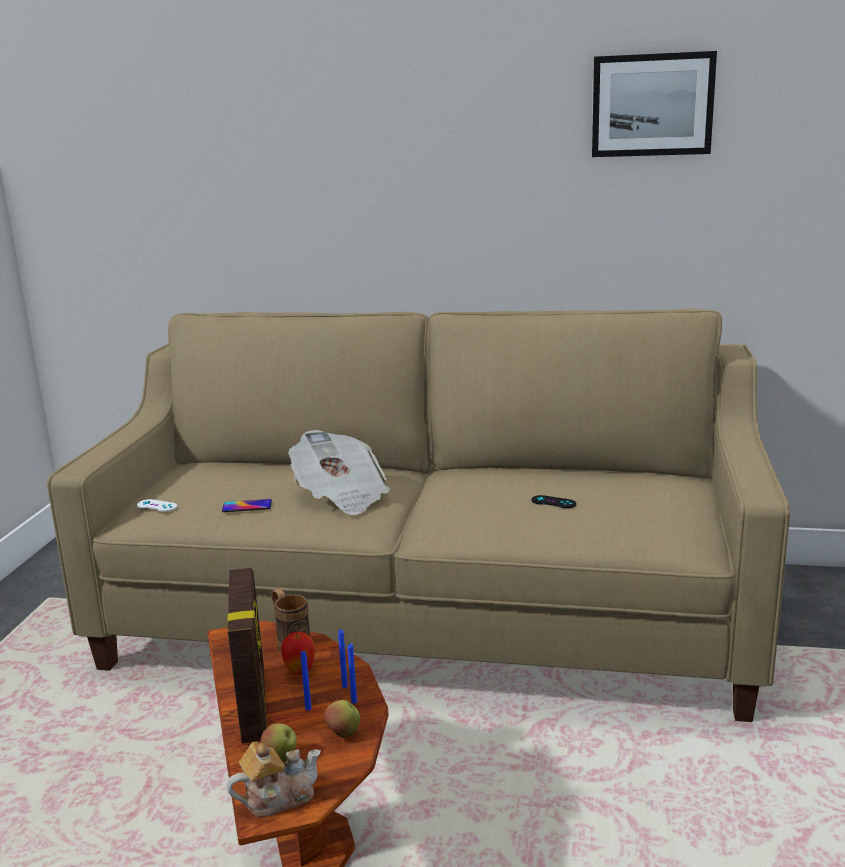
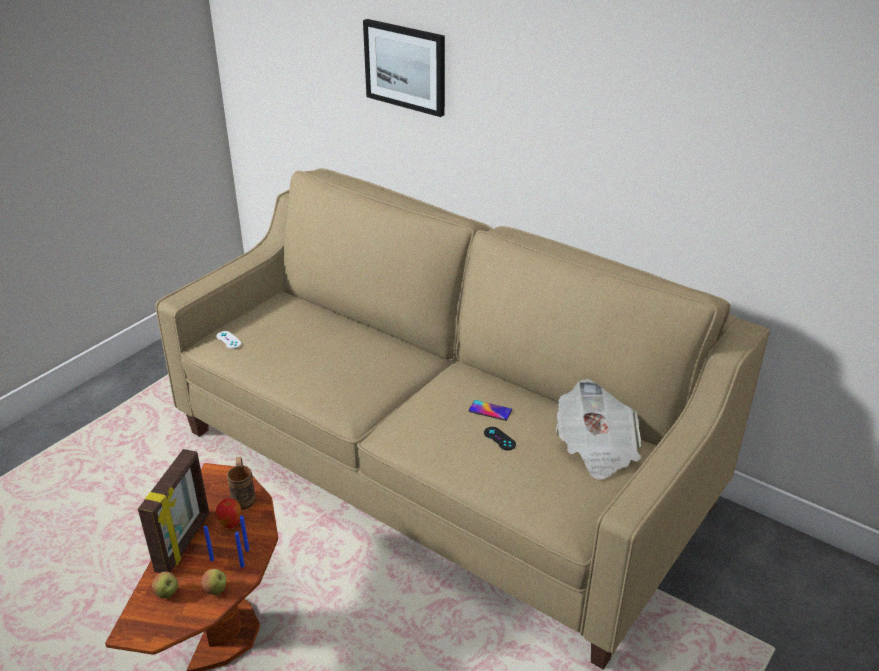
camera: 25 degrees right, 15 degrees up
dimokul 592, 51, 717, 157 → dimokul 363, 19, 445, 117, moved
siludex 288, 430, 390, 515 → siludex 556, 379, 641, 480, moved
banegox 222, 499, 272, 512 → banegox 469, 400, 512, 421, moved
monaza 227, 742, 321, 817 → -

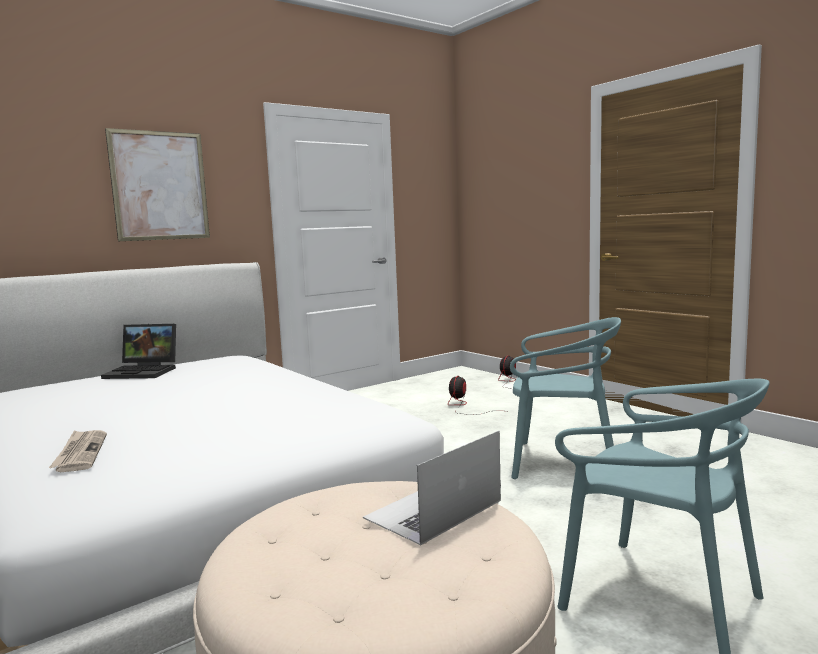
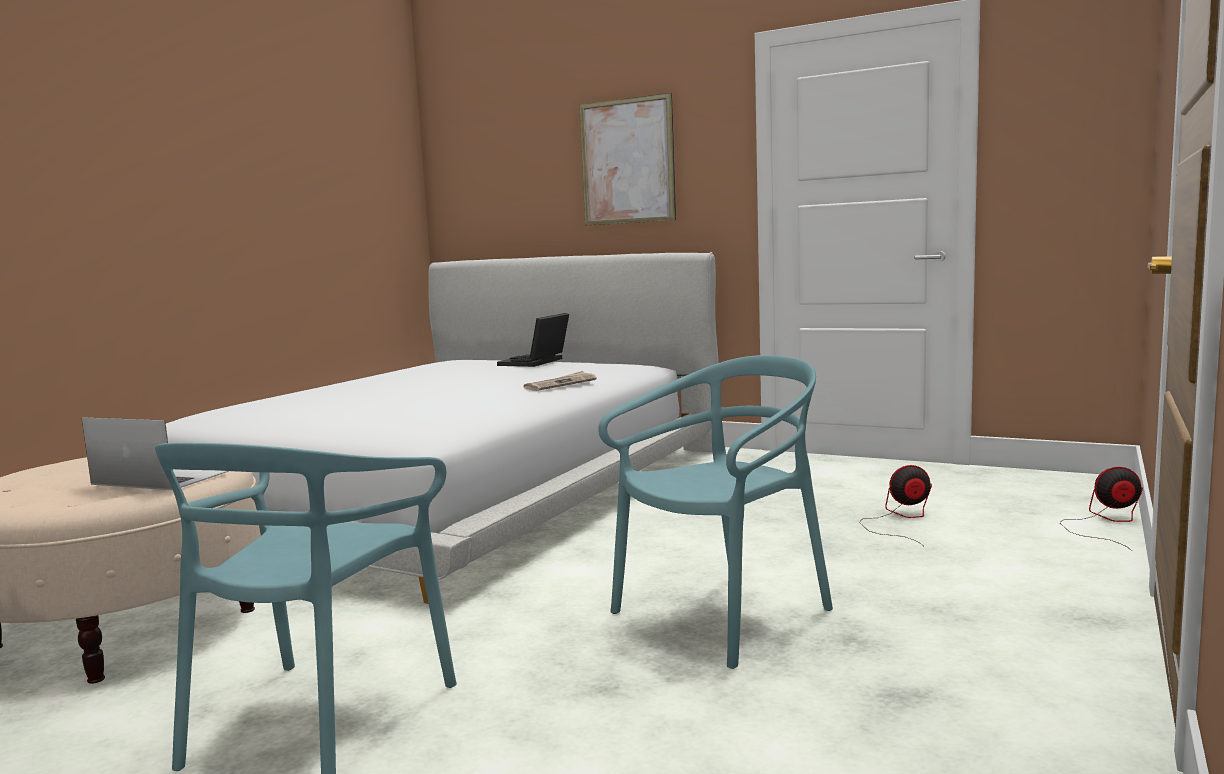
camera: 65 degrees right, 0 degrees up
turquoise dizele 510, 317, 621, 479 → turquoise dizele 598, 355, 833, 669, 120 degrees counterclockwise
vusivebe 101, 324, 176, 379 → vusivebe 497, 313, 569, 367, 45 degrees clockwise
siludex 49, 430, 107, 472 → siludex 523, 371, 597, 391, moved

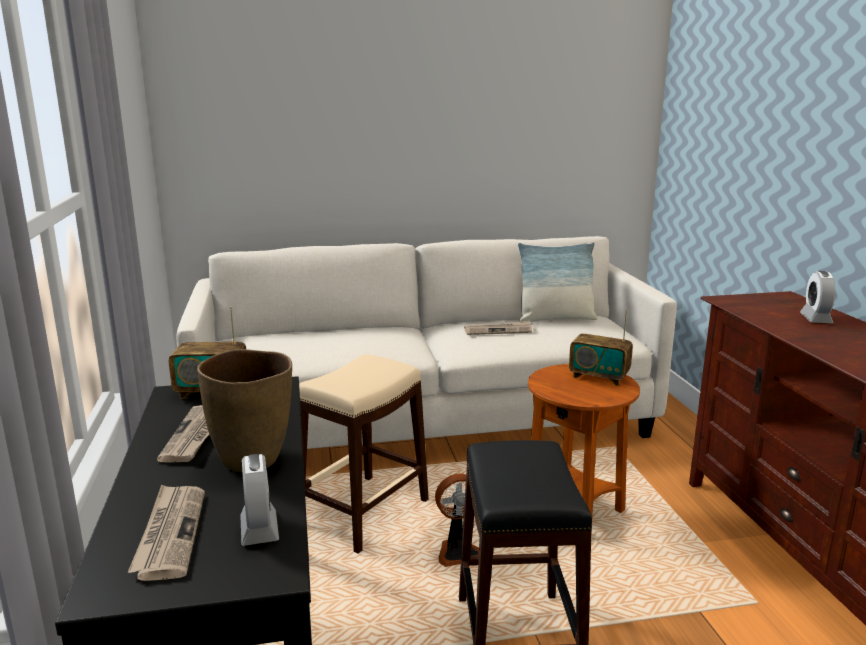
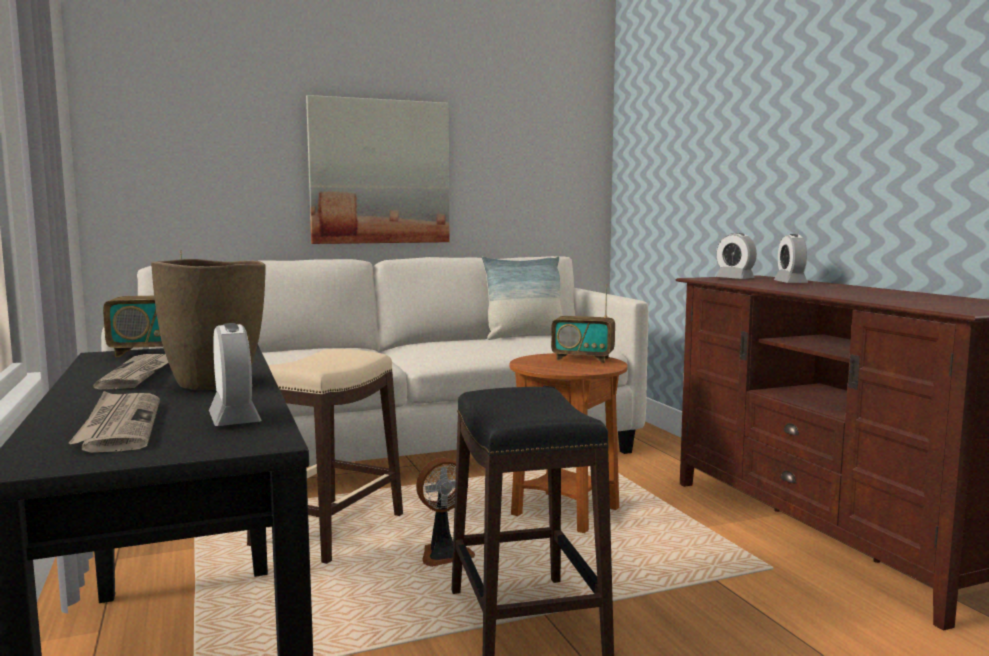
camera: 10 degrees left, 10 degrees down
siludex 464, 321, 532, 335 → -
- → dimokul 306, 95, 449, 244
- → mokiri 716, 233, 757, 279

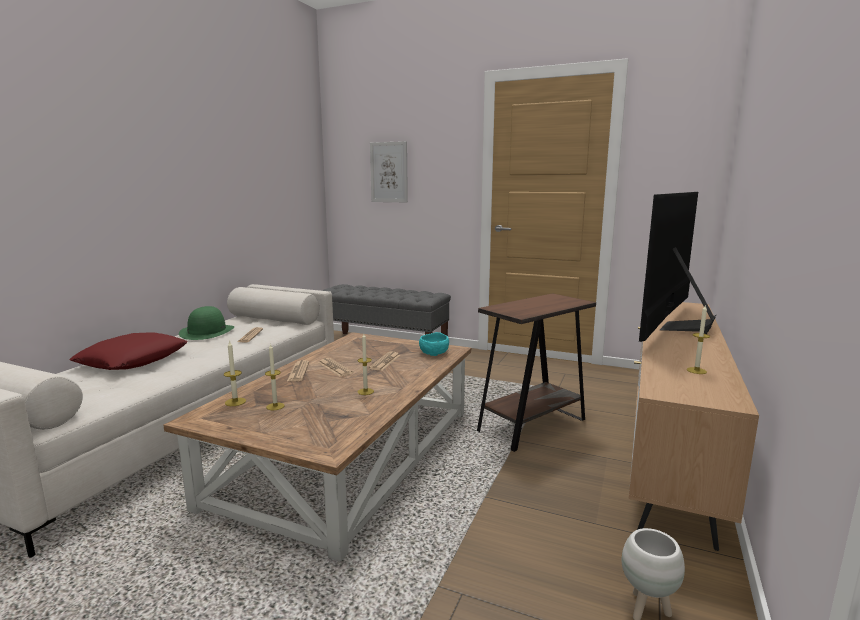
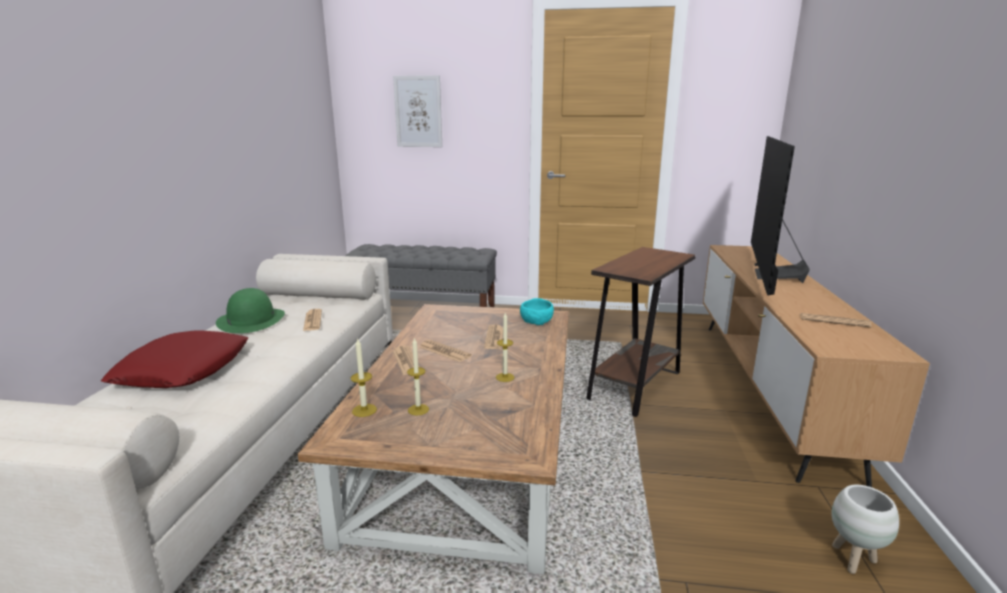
camera: 15 degrees left, 5 degrees up
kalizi 687, 304, 710, 374 → siludex 800, 313, 872, 328

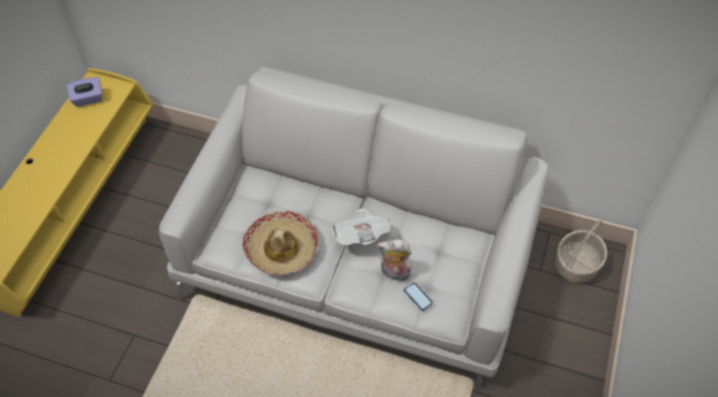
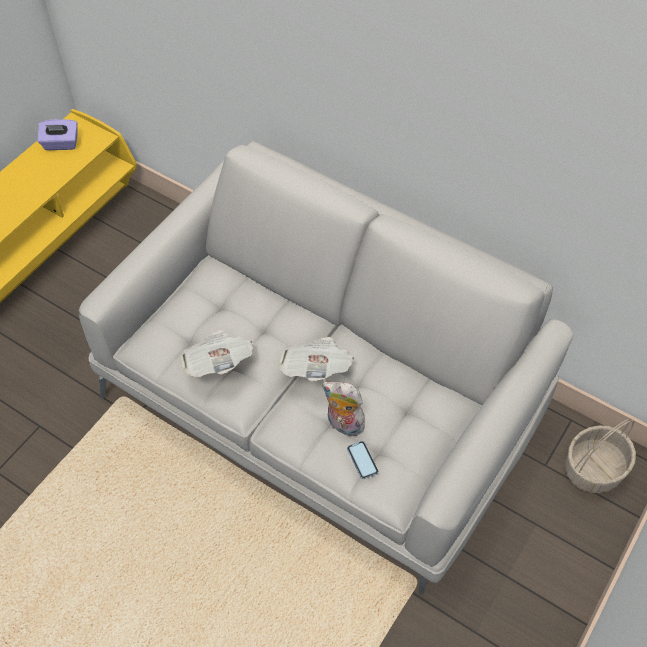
camera: 15 degrees right, 0 degrees up
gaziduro 243, 211, 319, 275 → siludex 181, 330, 253, 377

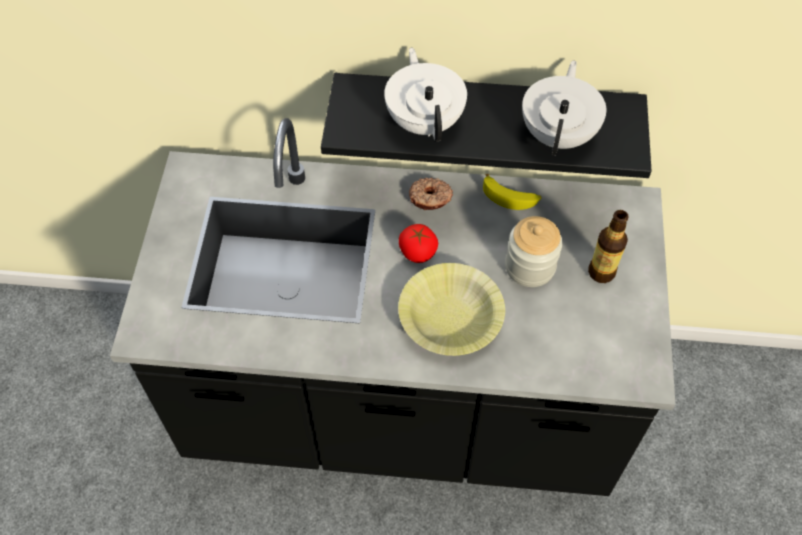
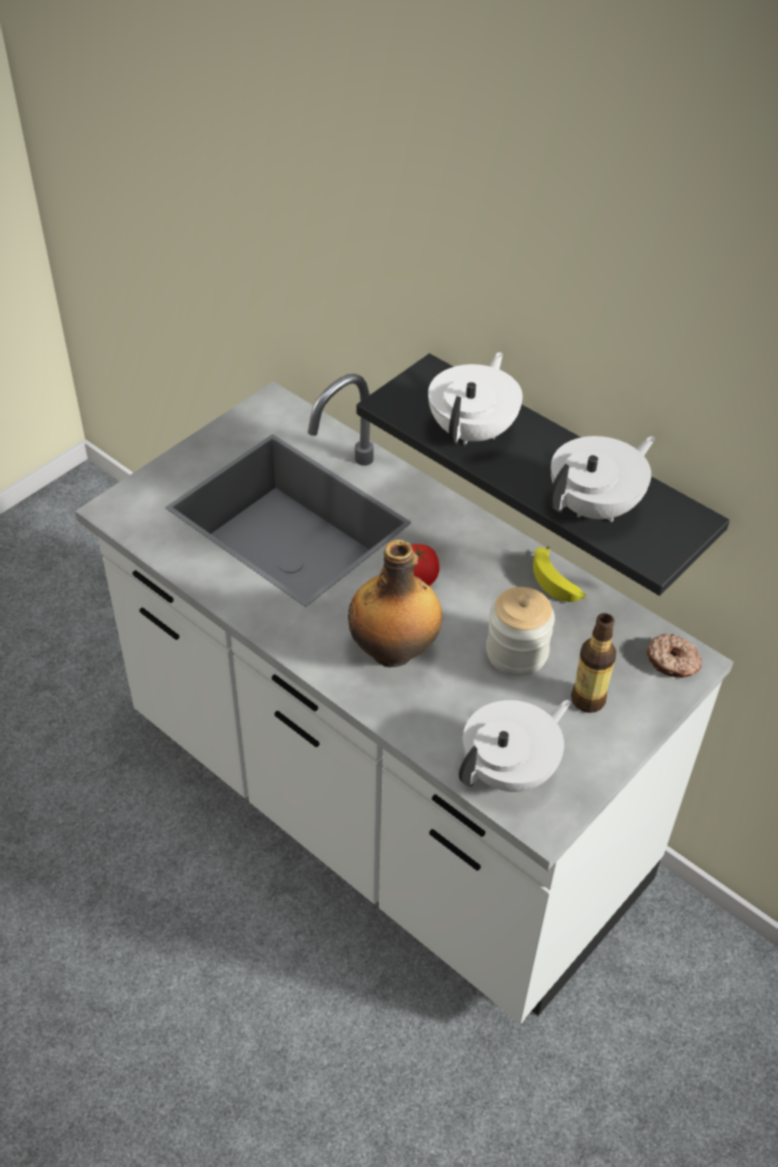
camera: 35 degrees right, 10 degrees down
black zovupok 110, 118, 676, 496 → white zovupok 75, 374, 733, 1024
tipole 409, 177, 453, 210 → tipole 646, 634, 702, 678, moved
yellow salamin 398, 263, 505, 356 → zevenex 348, 540, 442, 668
- → white monaza 459, 700, 571, 792

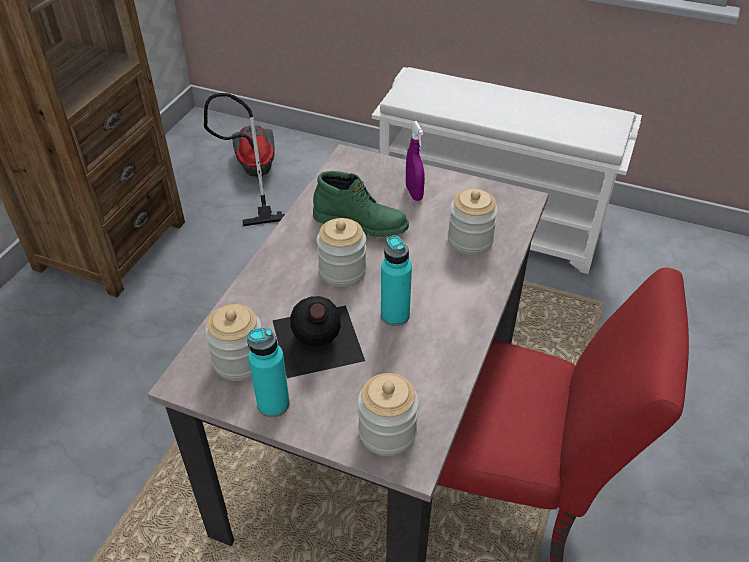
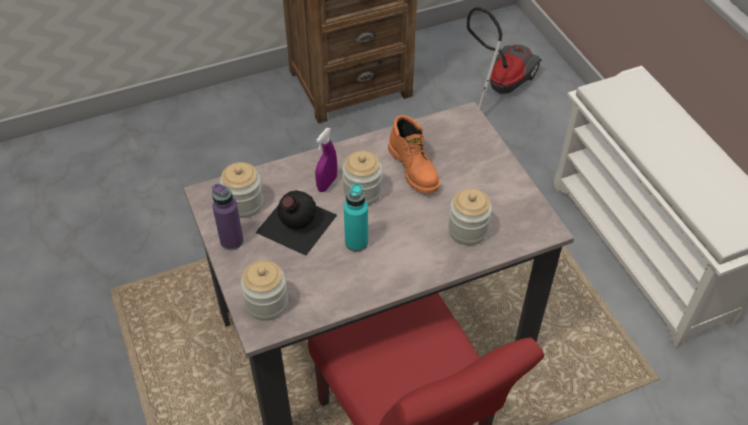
camera: 45 degrees right, 5 degrees up
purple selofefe 406, 121, 425, 201 → purple selofefe 315, 128, 337, 192, moved
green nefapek 313, 171, 409, 237 → orange nefapek 388, 115, 440, 193
turquoise zevenex 247, 328, 290, 418 → purple zevenex 212, 183, 244, 250

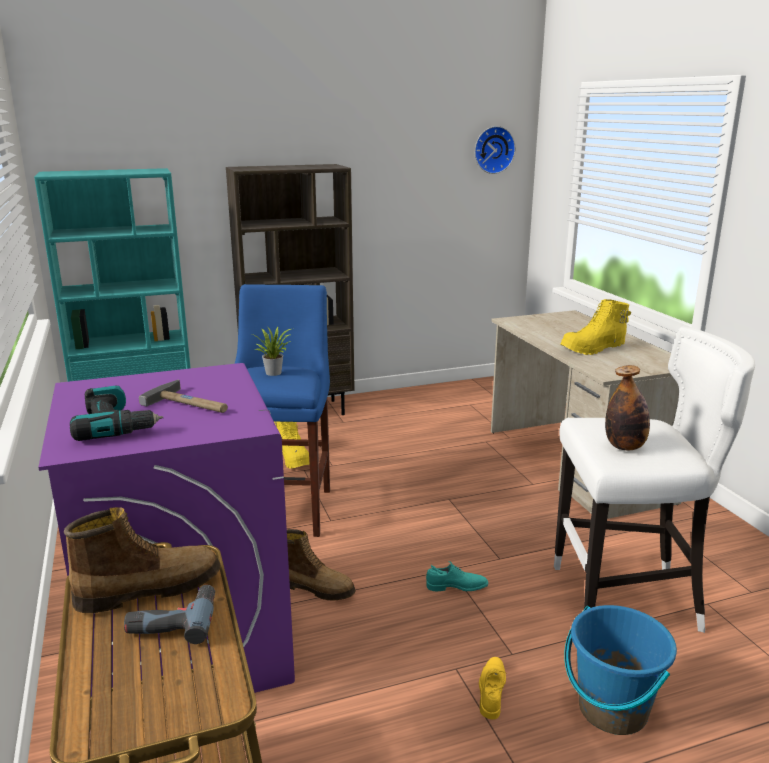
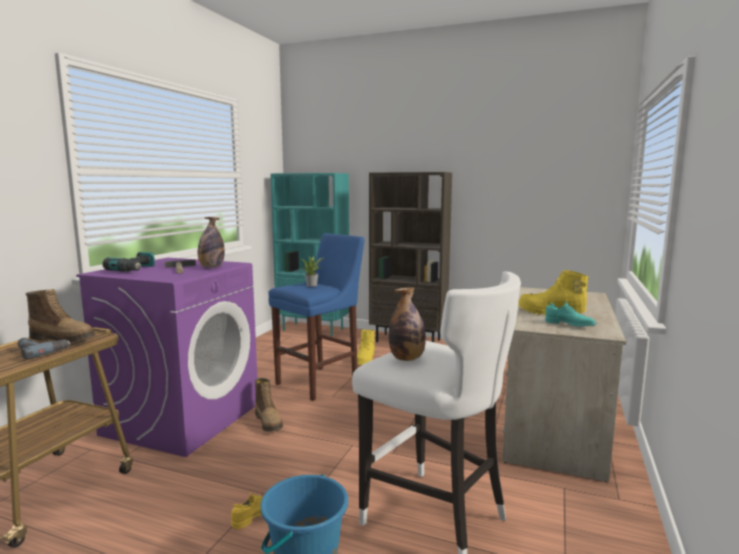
camera: 40 degrees right, 10 degrees down
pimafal 474, 126, 516, 174 → -
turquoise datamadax 426, 561, 488, 591 → turquoise datamadax 545, 301, 597, 326, moved
- → zevenex 197, 217, 225, 268

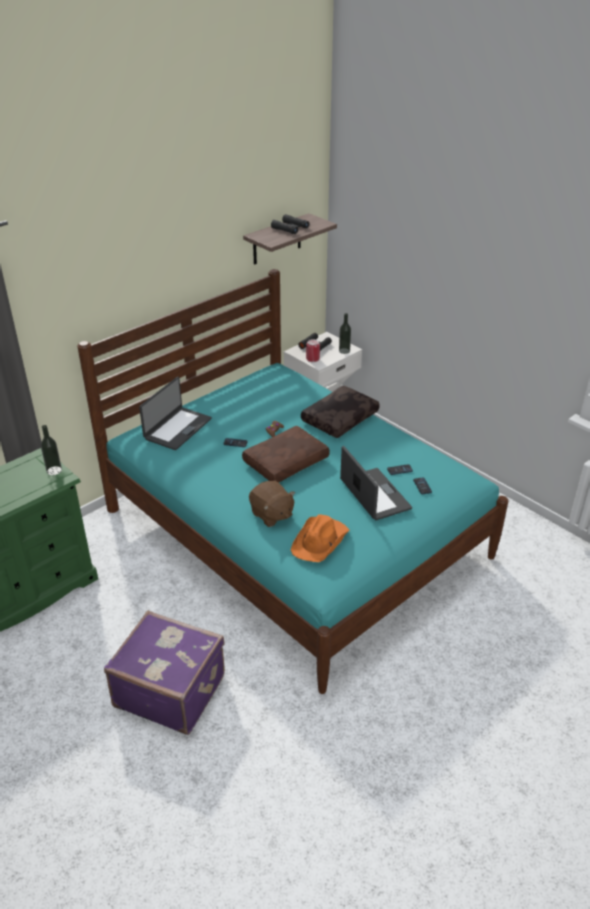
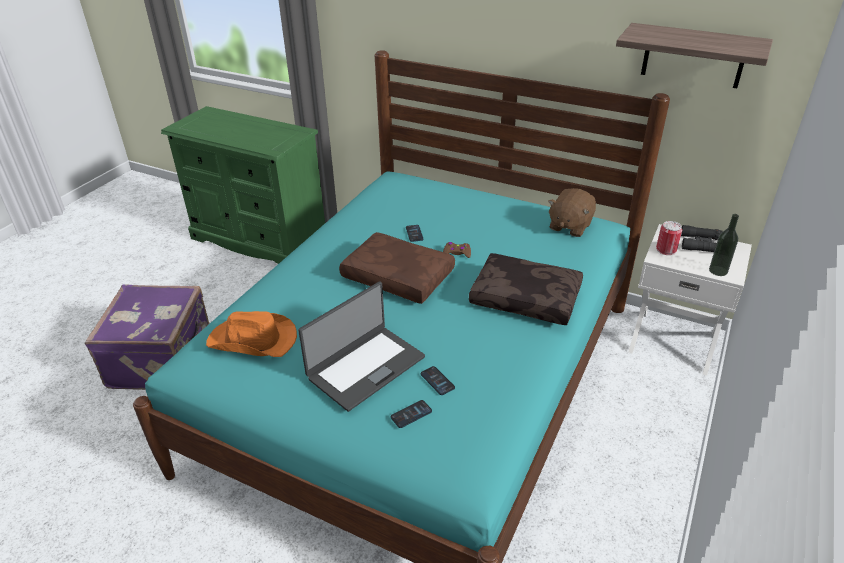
camera: 70 degrees right, 0 degrees up
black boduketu 271, 214, 309, 234 → -
vusivebe 139, 377, 212, 450 → -
zevenex 41, 425, 62, 475 → -
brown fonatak 249, 481, 295, 527 → brown fonatak 548, 188, 596, 237, moved

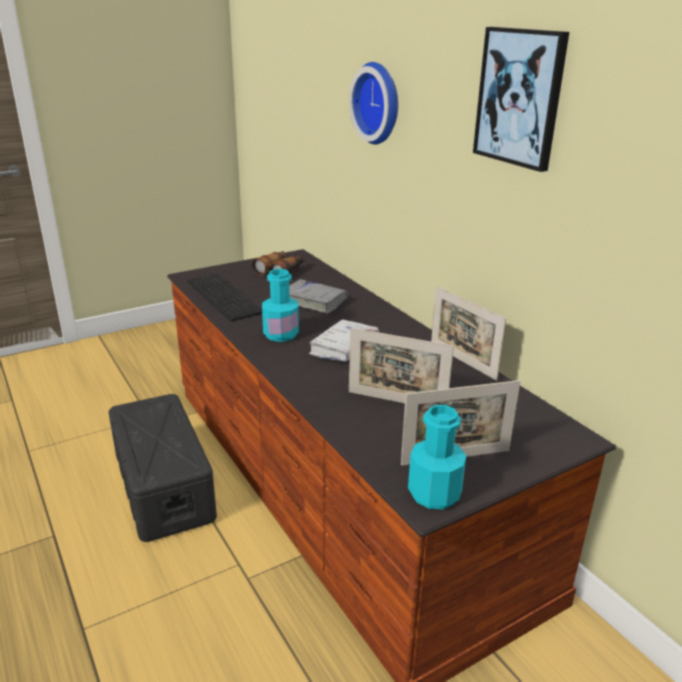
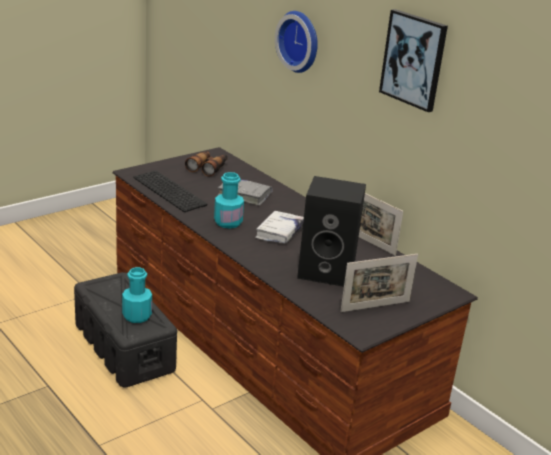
camera: 10 degrees left, 0 degrees up
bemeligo 349, 328, 454, 403 → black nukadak 297, 176, 366, 287
turquoise zevenex 408, 405, 466, 509 → turquoise zevenex 122, 267, 152, 323, moved

